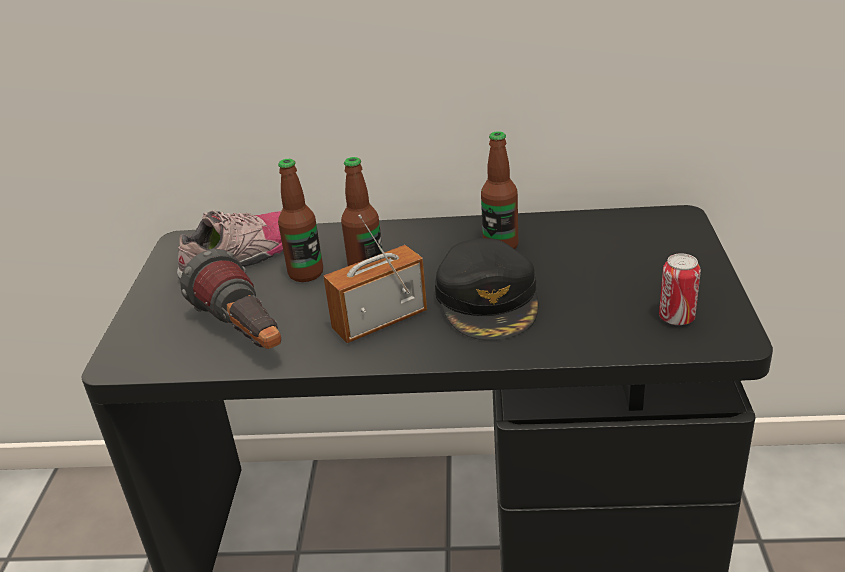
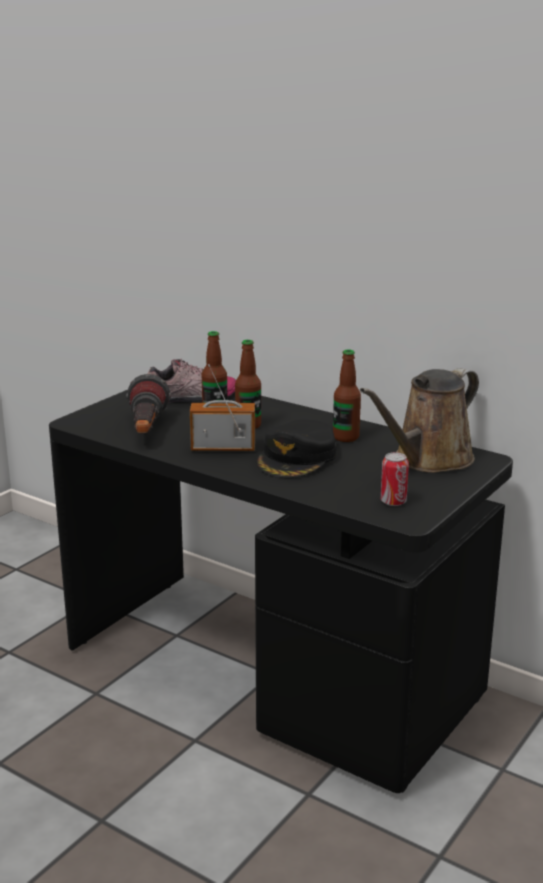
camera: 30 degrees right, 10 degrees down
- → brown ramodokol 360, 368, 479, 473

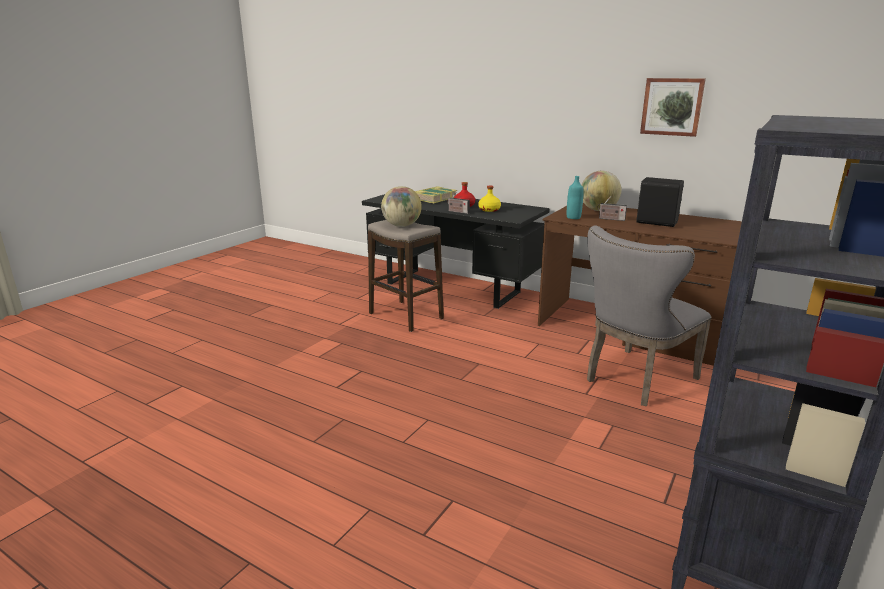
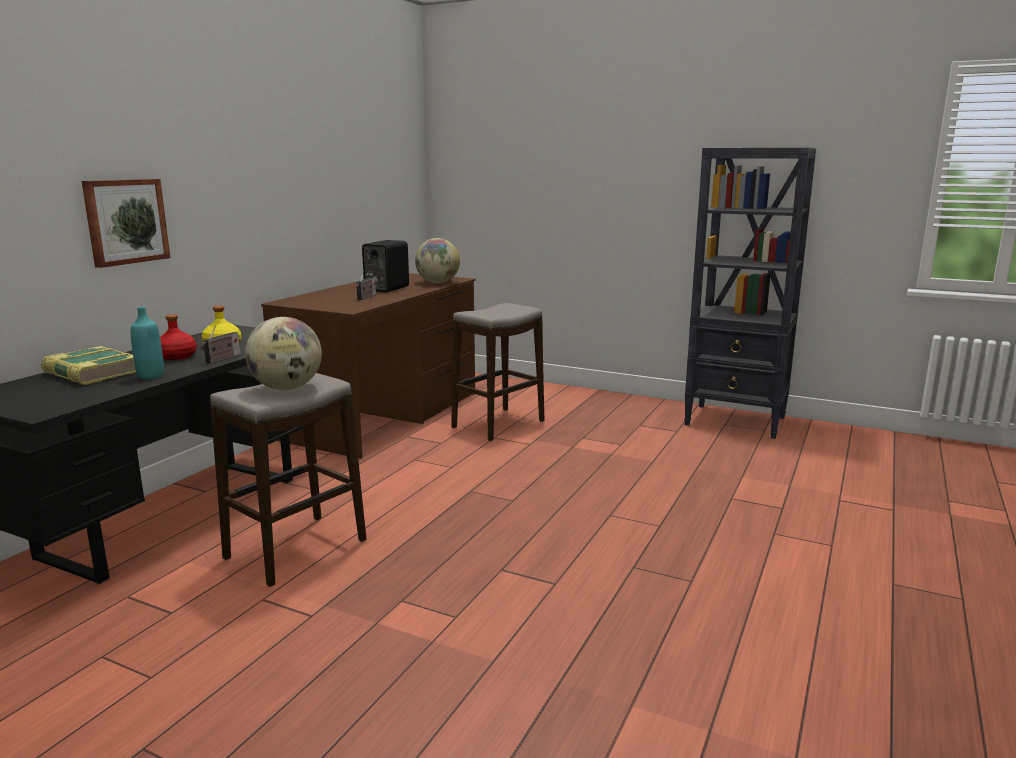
camera: 95 degrees left, 5 degrees down
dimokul 640, 78, 706, 137 → dimokul 82, 179, 170, 268, moved
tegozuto 582, 171, 621, 211 → tegozuto 415, 238, 460, 283, moved
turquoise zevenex 567, 176, 583, 219 → turquoise zevenex 131, 307, 164, 379, moved
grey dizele 587, 226, 712, 406 → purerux 451, 303, 545, 441

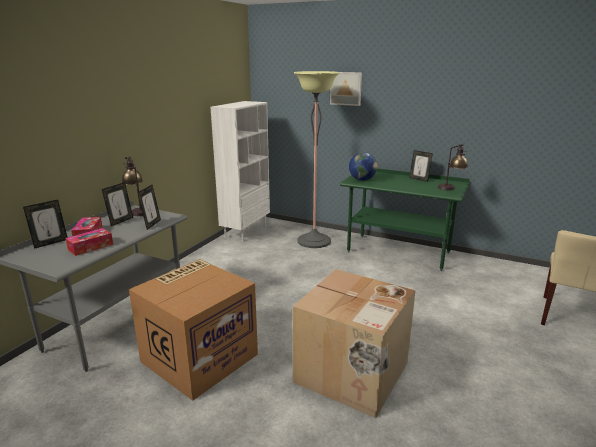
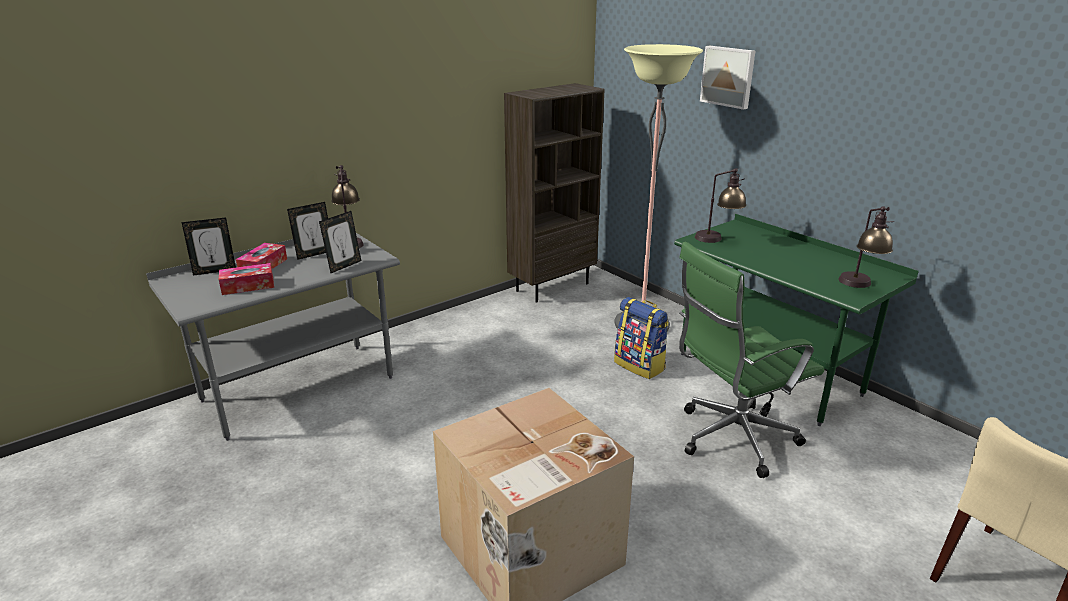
camera: 25 degrees right, 5 degrees up
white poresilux 211, 101, 270, 241 → brown poresilux 504, 83, 605, 303
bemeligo 409, 150, 433, 182 → -
tegozuto 349, 152, 378, 181 → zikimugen 695, 168, 746, 243
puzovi 129, 259, 258, 401 → -
- → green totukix 679, 241, 824, 478
- → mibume 614, 297, 669, 379

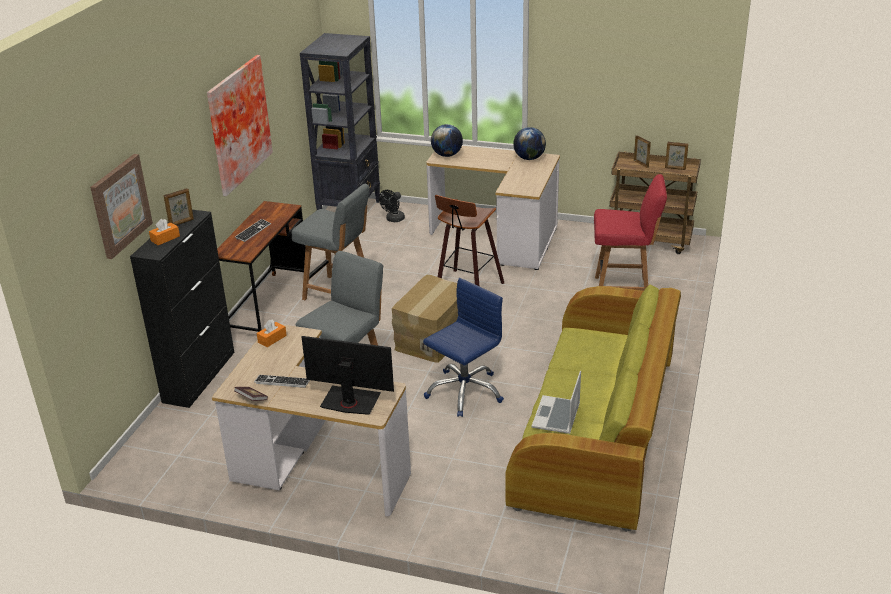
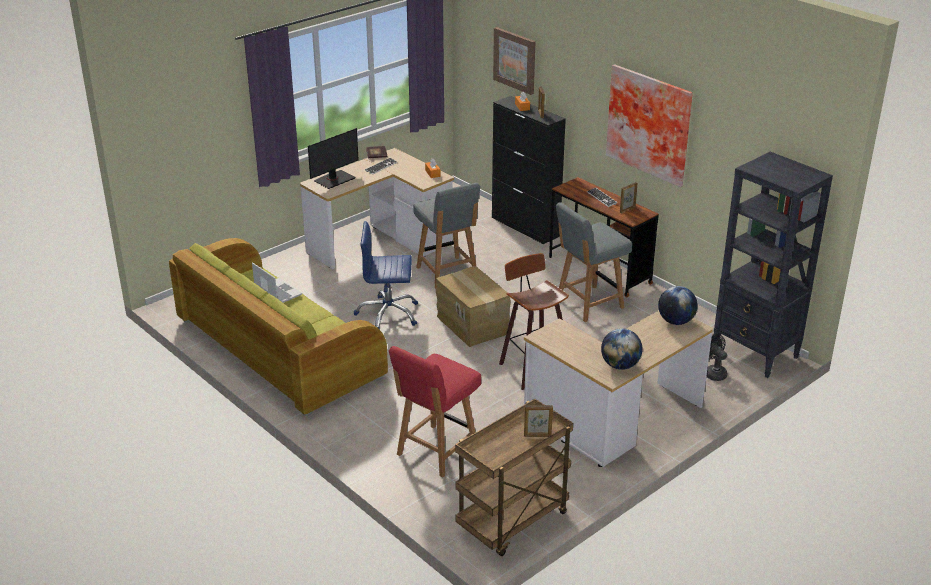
camera: 120 degrees right, 0 degrees up
bemeligo 665, 142, 689, 170 → bemeligo 620, 182, 637, 213, moved
blue totukix 423, 278, 504, 417 → blue totukix 354, 221, 418, 329, 105 degrees clockwise

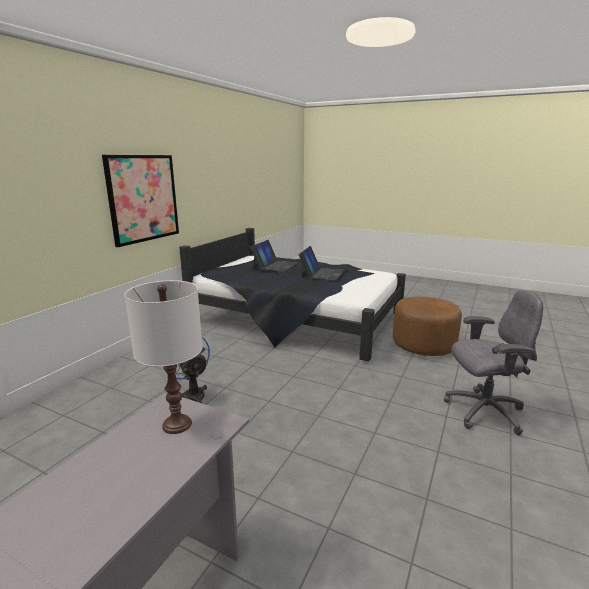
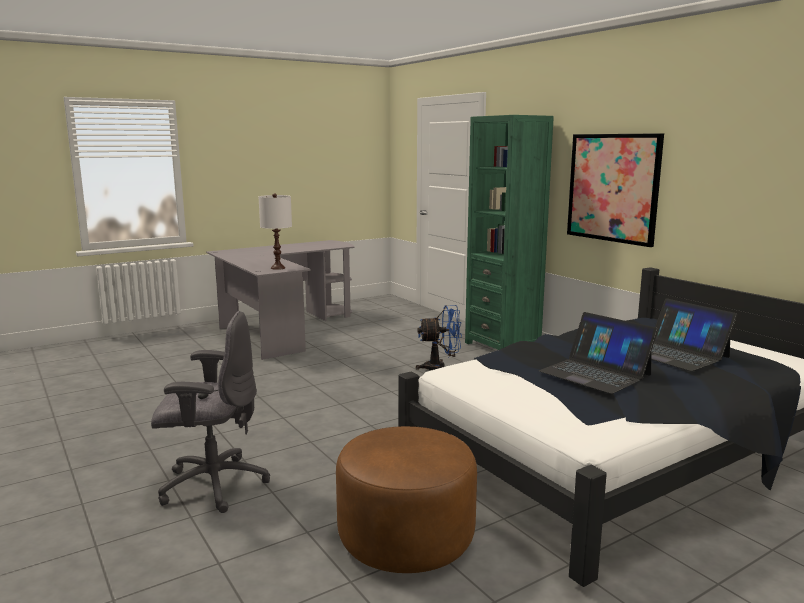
camera: 120 degrees right, 5 degrees down
grey totukix 444, 290, 543, 435 → grey totukix 151, 311, 270, 513, 120 degrees counterclockwise
- → green poresilux 465, 115, 554, 350

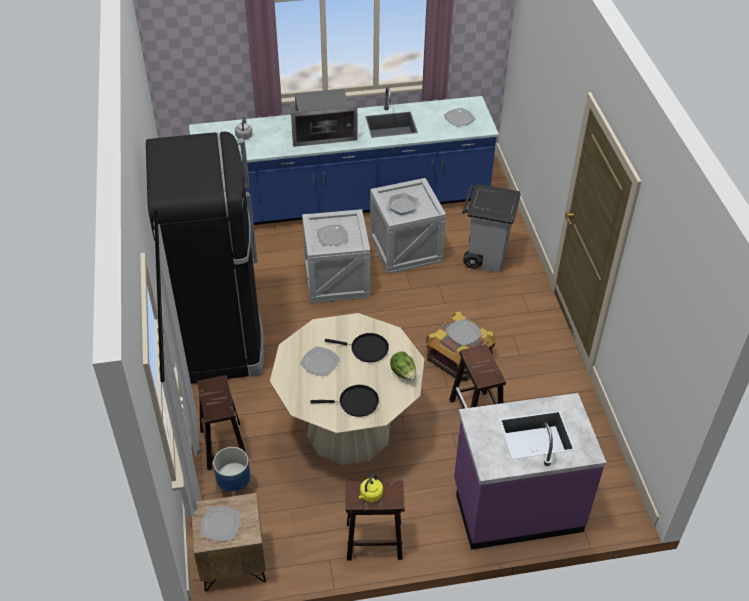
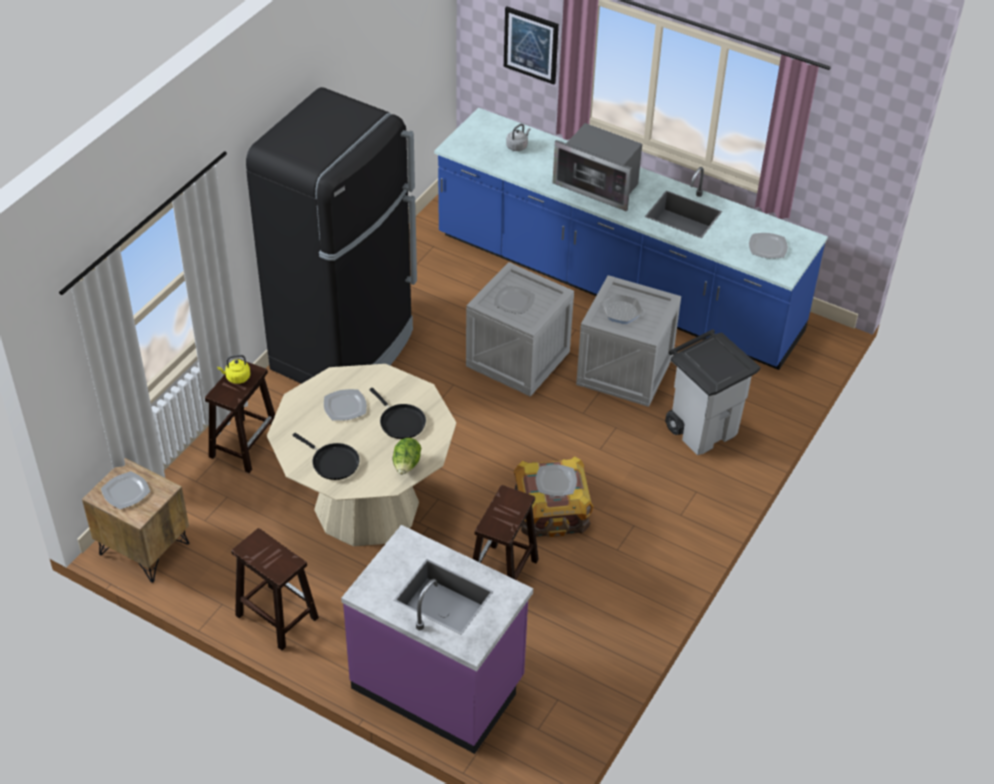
camera: 40 degrees right, 0 degrees up
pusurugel 213, 447, 252, 496 → -
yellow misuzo 358, 474, 383, 502 → yellow misuzo 217, 355, 250, 384, moved
- → dimokul 504, 7, 559, 85

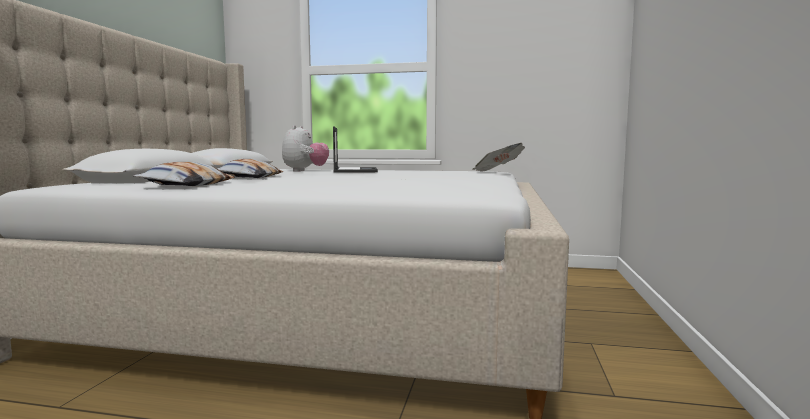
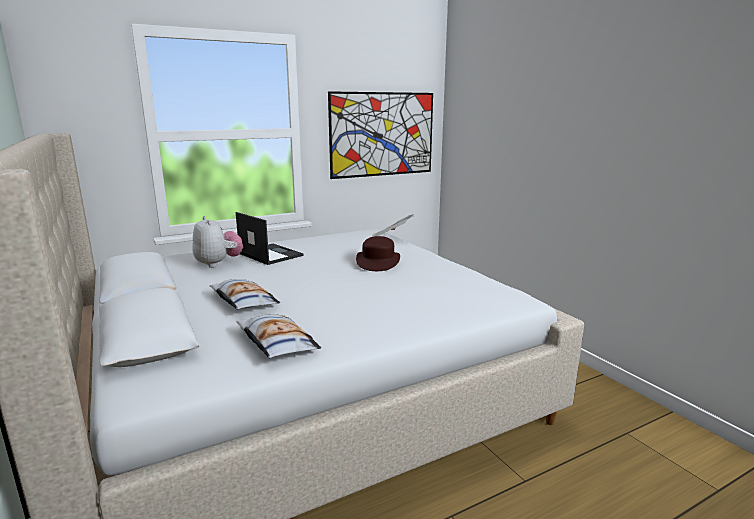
camera: 40 degrees left, 10 degrees up
- → dimokul 328, 91, 433, 179
- → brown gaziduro 356, 236, 400, 271

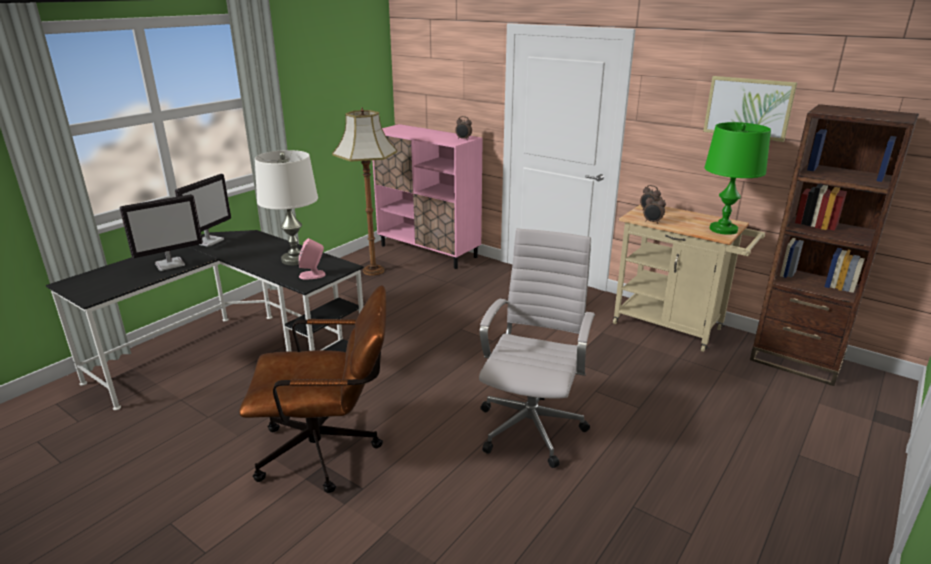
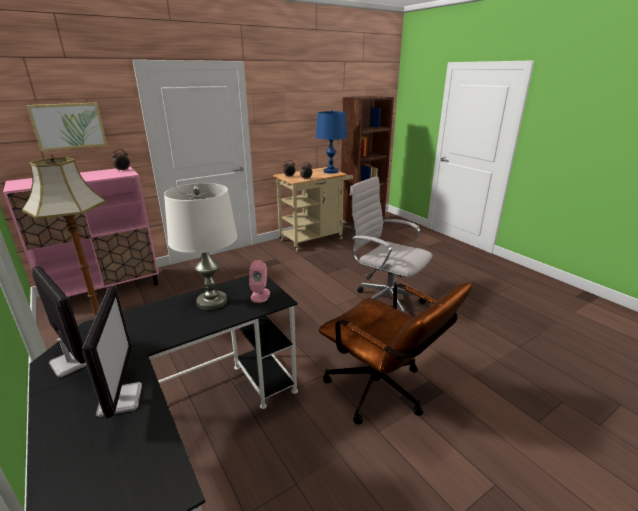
camera: 70 degrees left, 0 degrees up
dimokul 703, 76, 797, 142 → dimokul 27, 103, 107, 151, moved
green zikimugen 704, 122, 771, 235 → blue zikimugen 316, 110, 347, 173
brown totukix 239, 285, 386, 493 → brown totukix 319, 283, 472, 425, 120 degrees clockwise

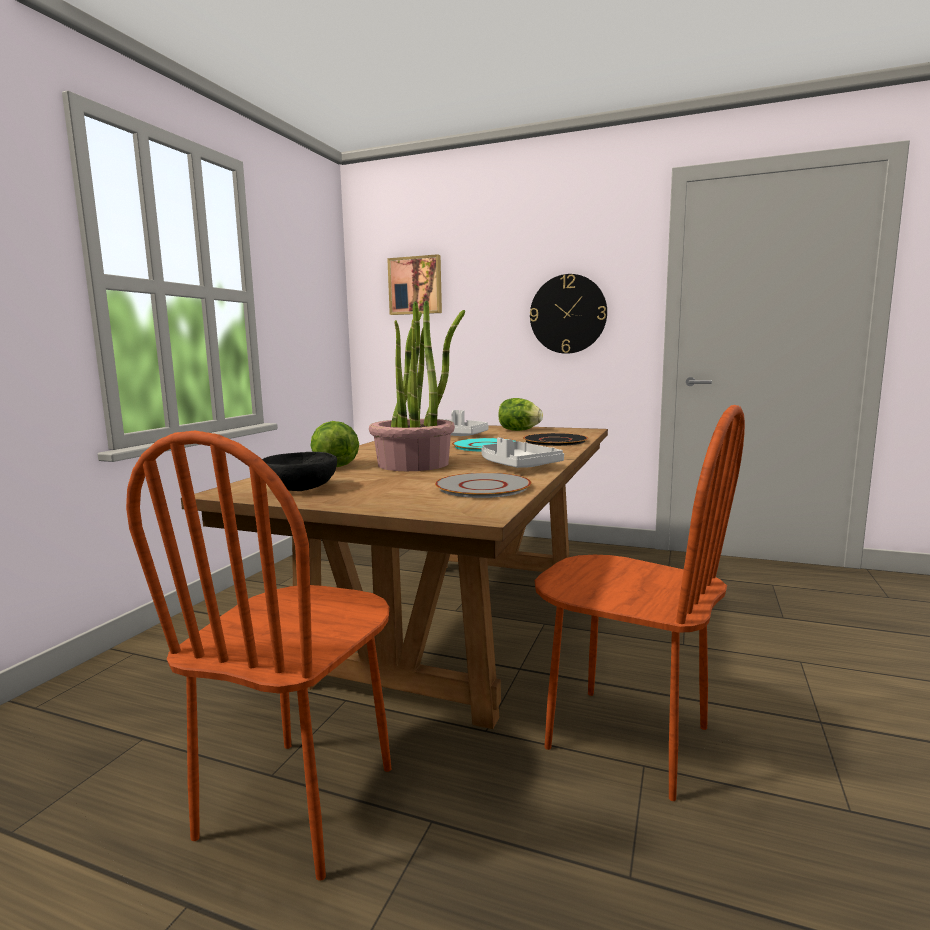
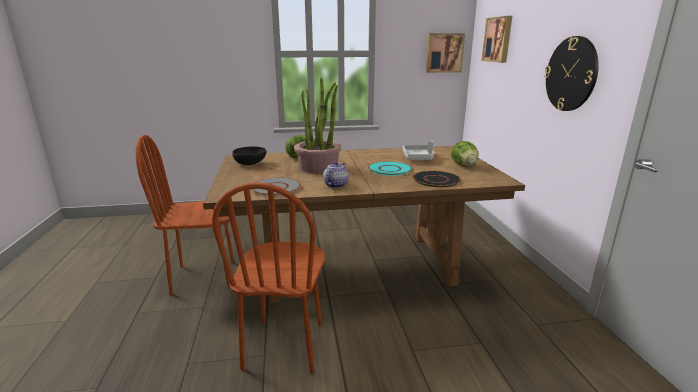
camera: 60 degrees right, 10 degrees up
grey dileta 481, 437, 564, 468 → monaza 323, 161, 349, 188
- → dimokul 426, 33, 465, 73

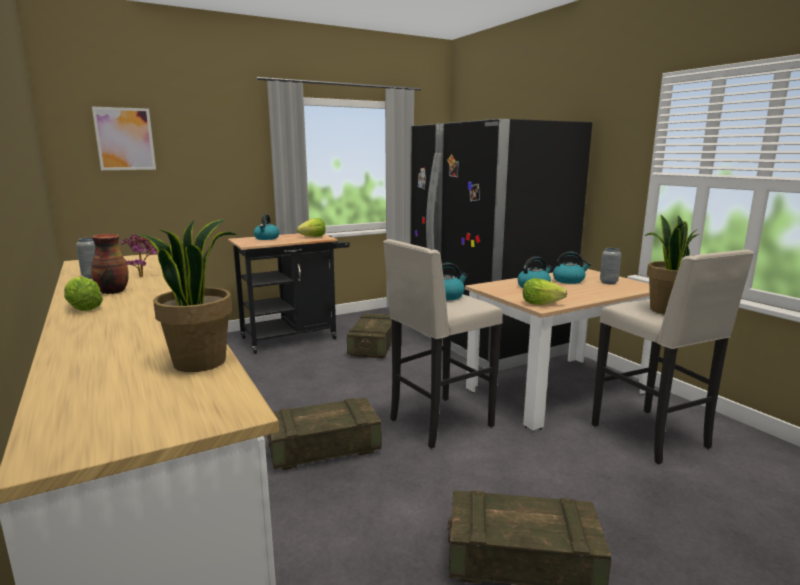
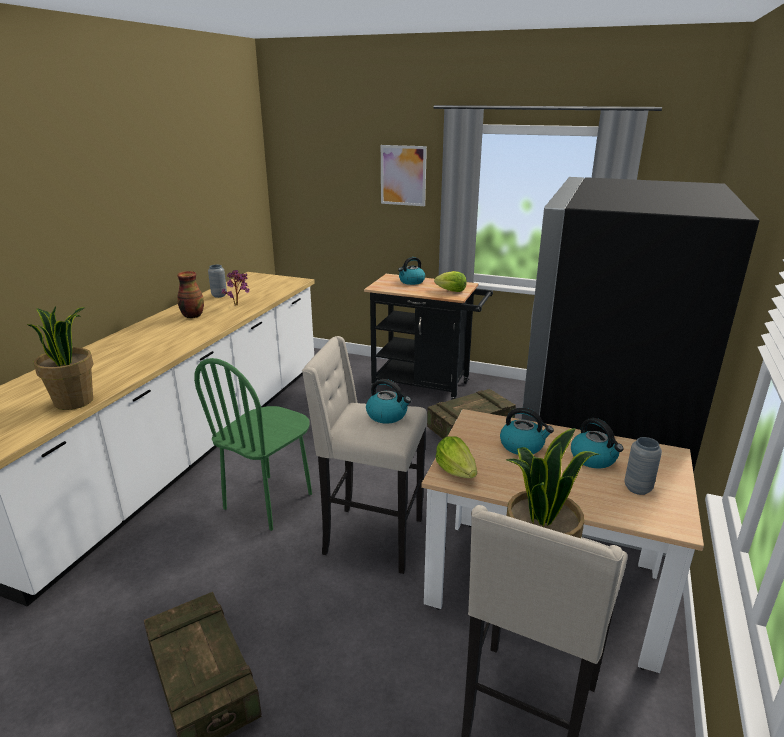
camera: 50 degrees right, 10 degrees up
dimokul 92, 107, 156, 170 → dimokul 381, 145, 427, 206, moved
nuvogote 64, 276, 103, 311 → -
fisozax 267, 397, 382, 470 → green dizele 194, 358, 312, 531

